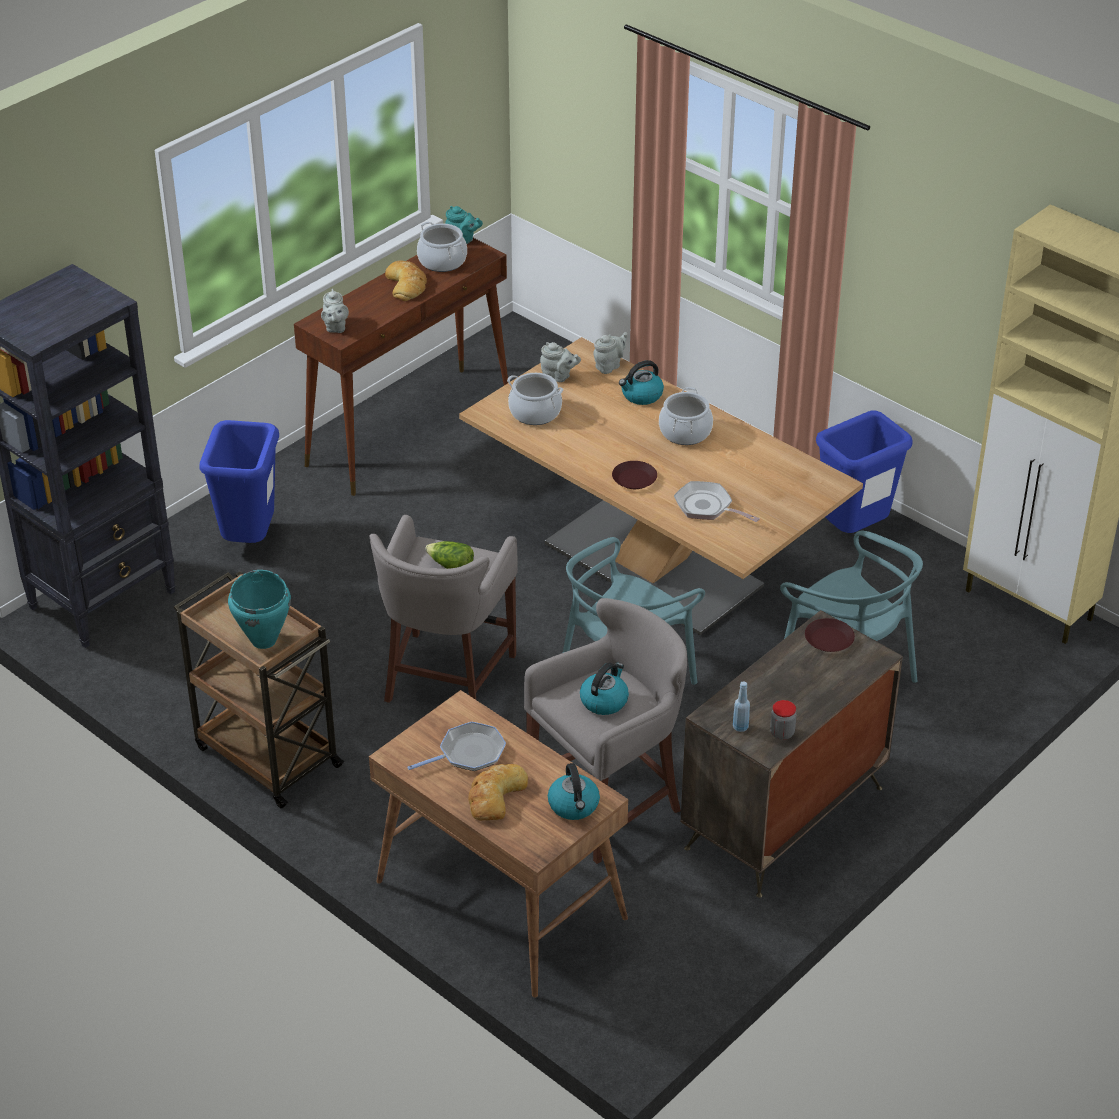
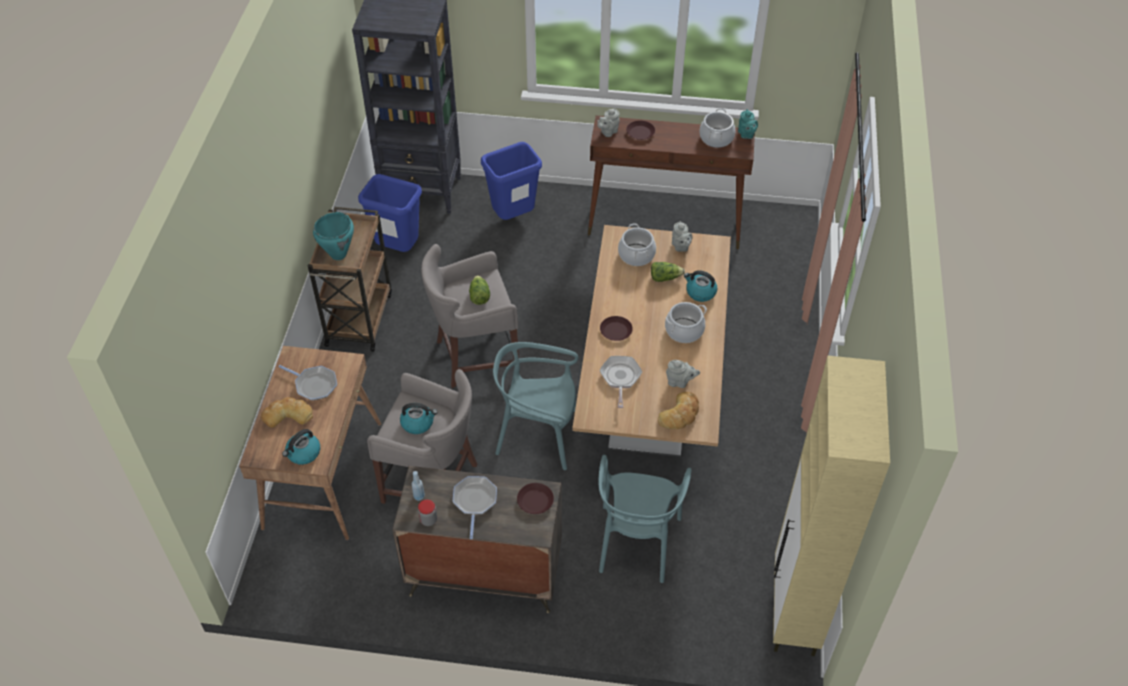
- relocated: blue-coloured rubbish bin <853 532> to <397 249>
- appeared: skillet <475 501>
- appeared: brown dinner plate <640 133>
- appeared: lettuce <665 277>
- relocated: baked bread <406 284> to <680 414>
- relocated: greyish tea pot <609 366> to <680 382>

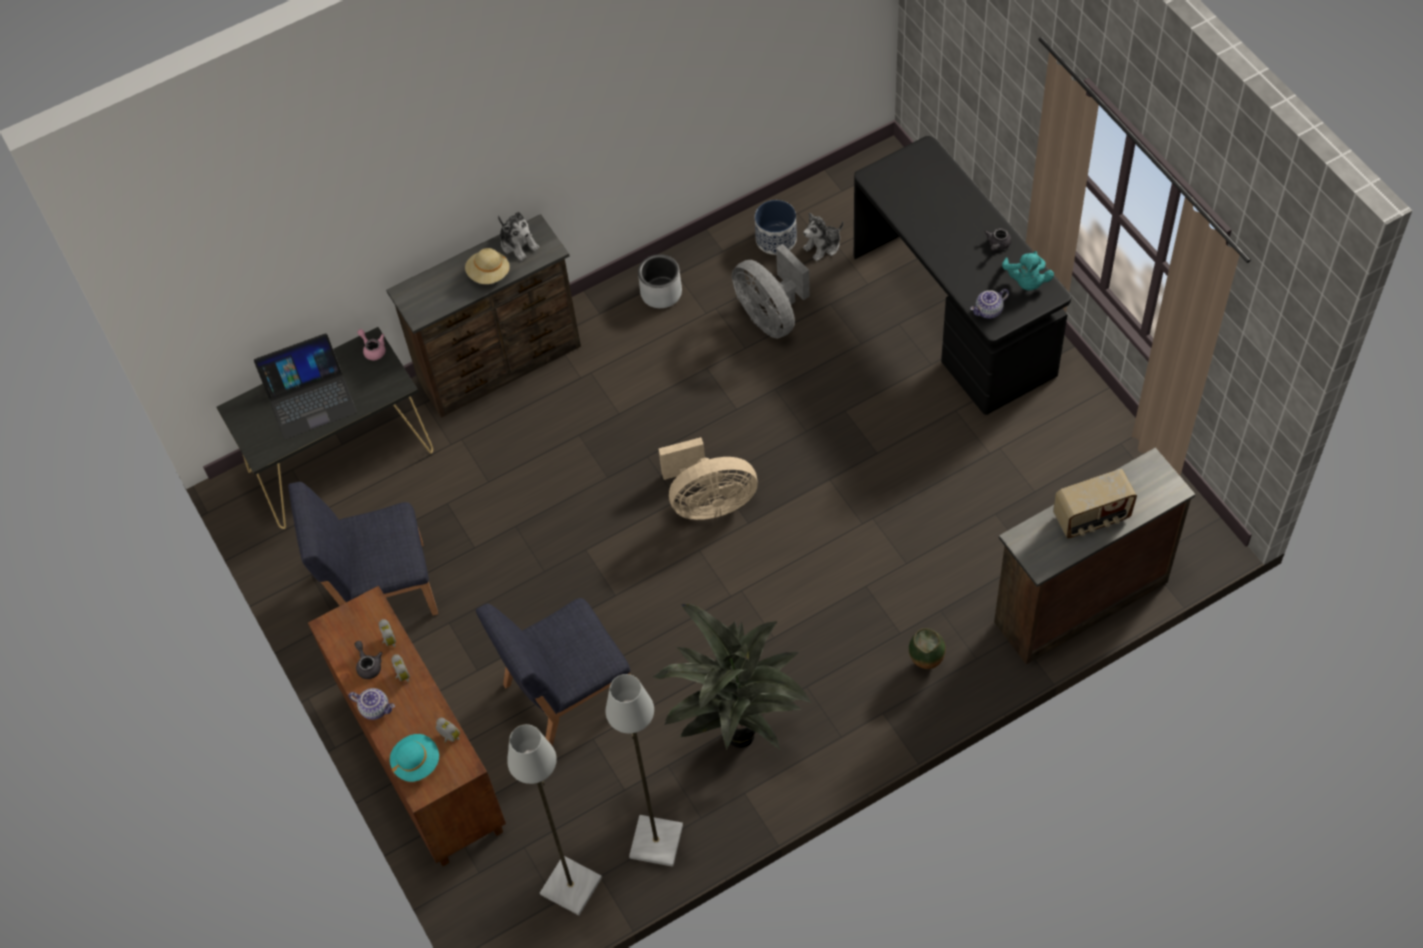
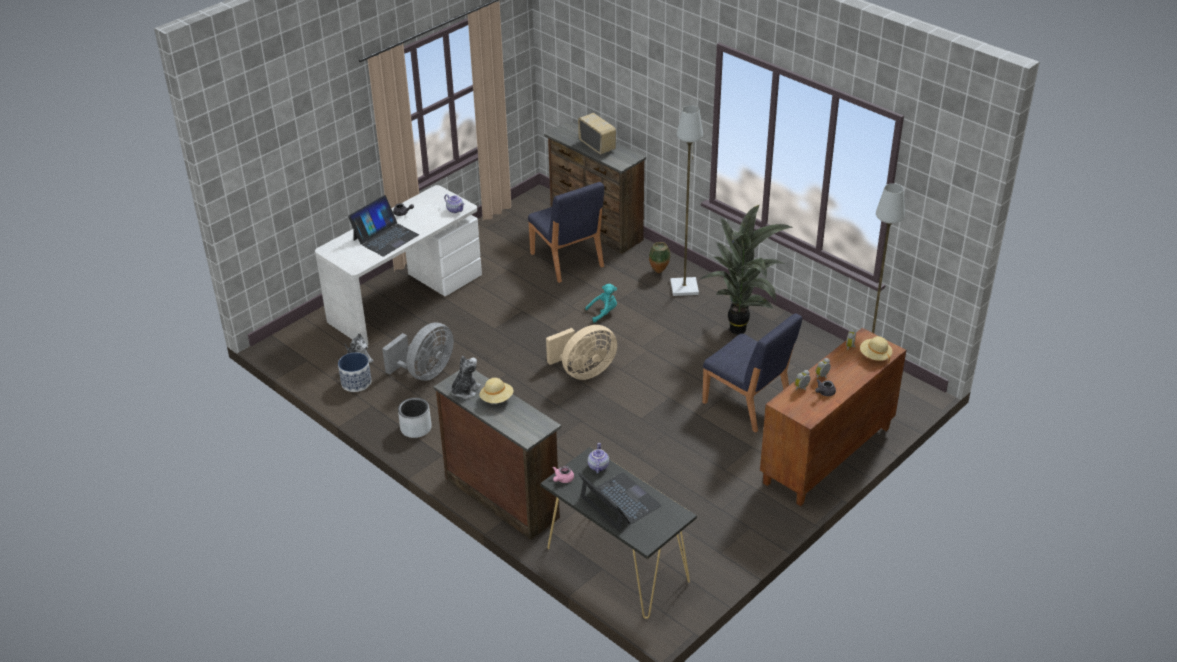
- colour: blackish desk table <954 313> to white desk table <405 297>
- appeared: laptop <385 237>
- relocated: blue-coloured chair <380 589> to <567 260>
- spun: beige cooling fan <709 502> = <583 372> 90 degrees clockwise
- relocated: turquoise-coloured cuddly toy <1026 281> to <603 312>
- relocated: tea pot <375 708> to <597 466>
- relocated: greyish standing lamp <657 842> to <684 287>
- colour: turquoise-coloured hat <416 762> to beige hat <875 356>

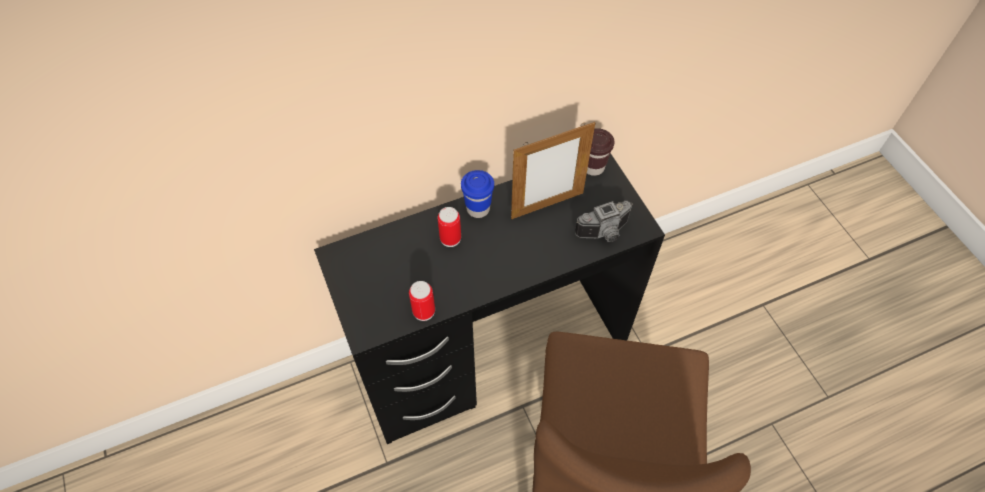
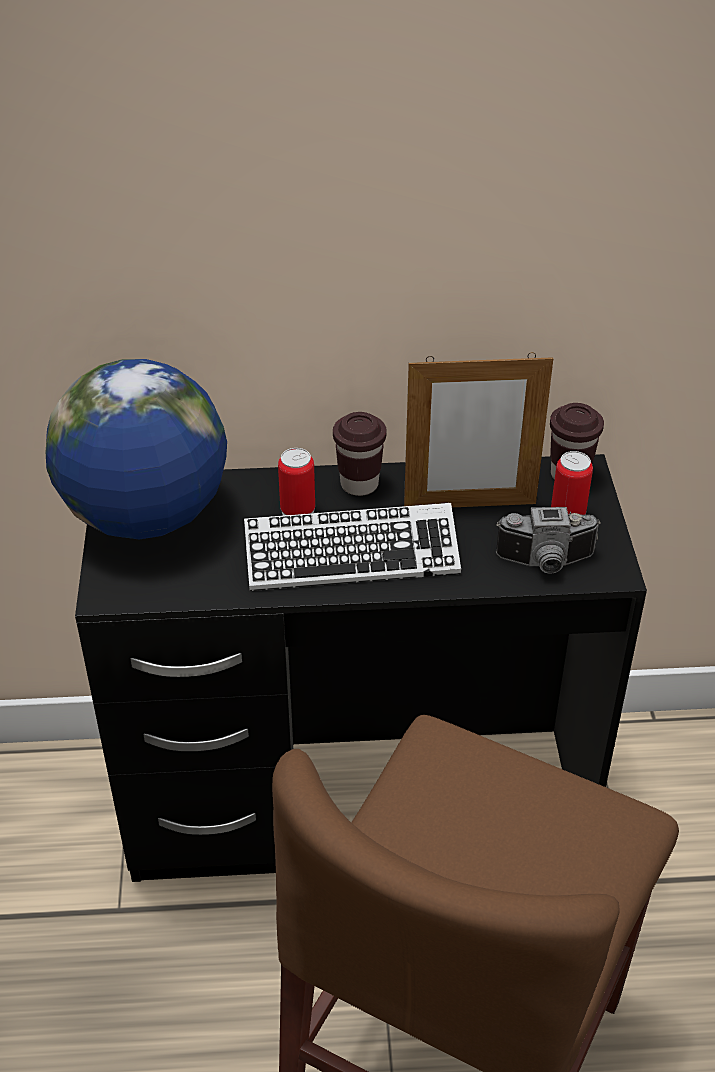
- appeared: world globe <146 516>
- appeared: keyboard <351 556>
- colour: blue-coloured drinking cup <478 209> to brown drinking cup <359 484>
- relocated: can <424 311> to <567 513>

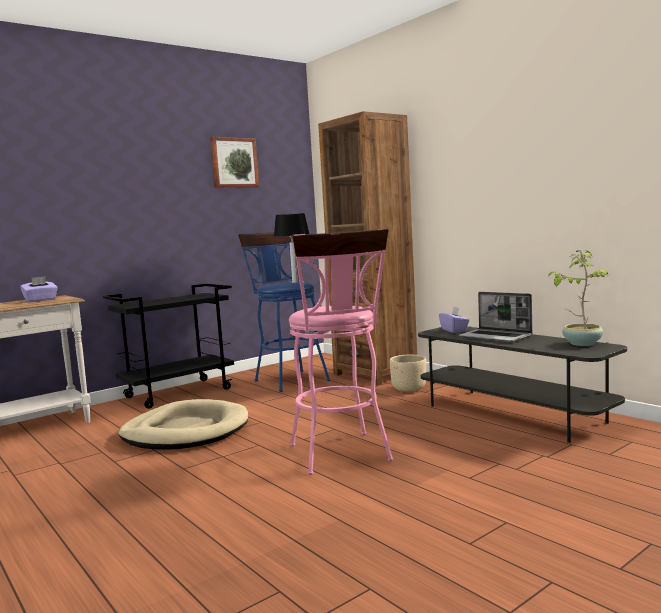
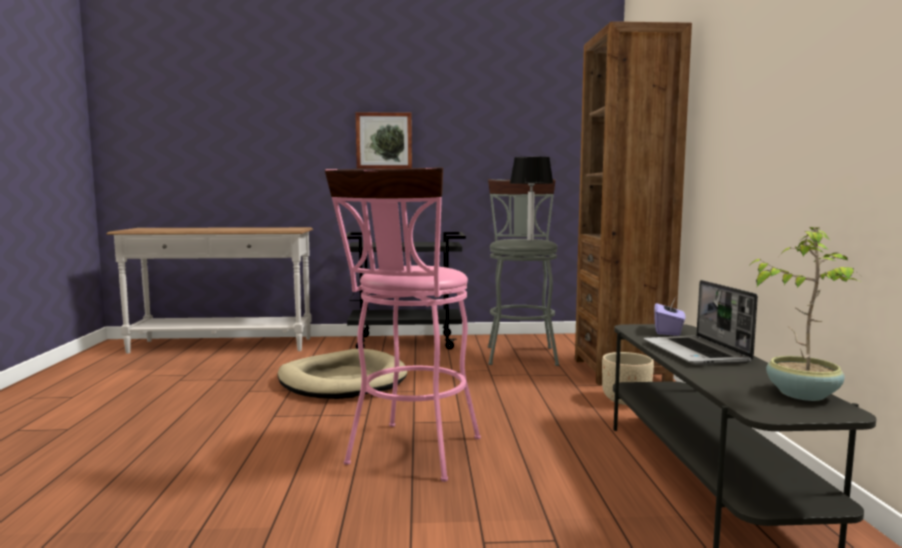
- relocated: picture <234 163> to <384 141>
- colour: blue-coloured stool seat <288 379> to greyish stool seat <520 353>
- missing: purplish box of tissues <40 300>

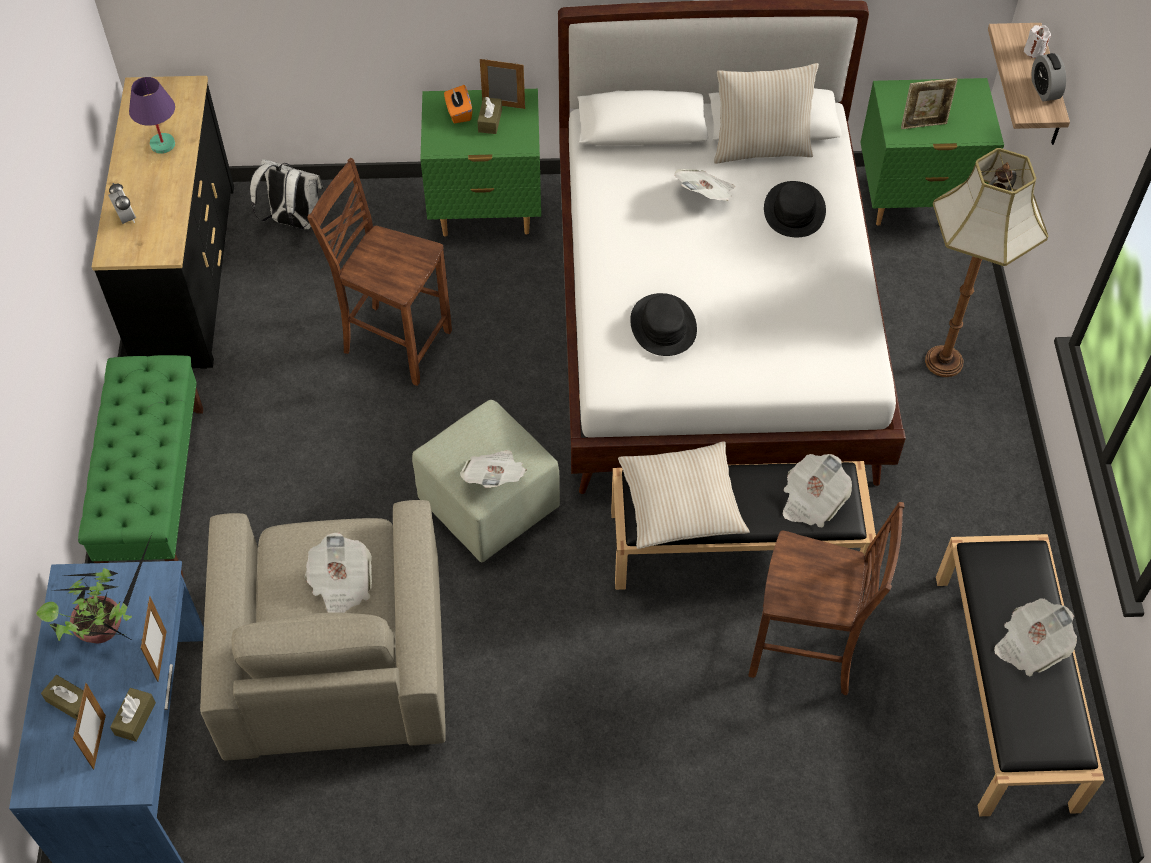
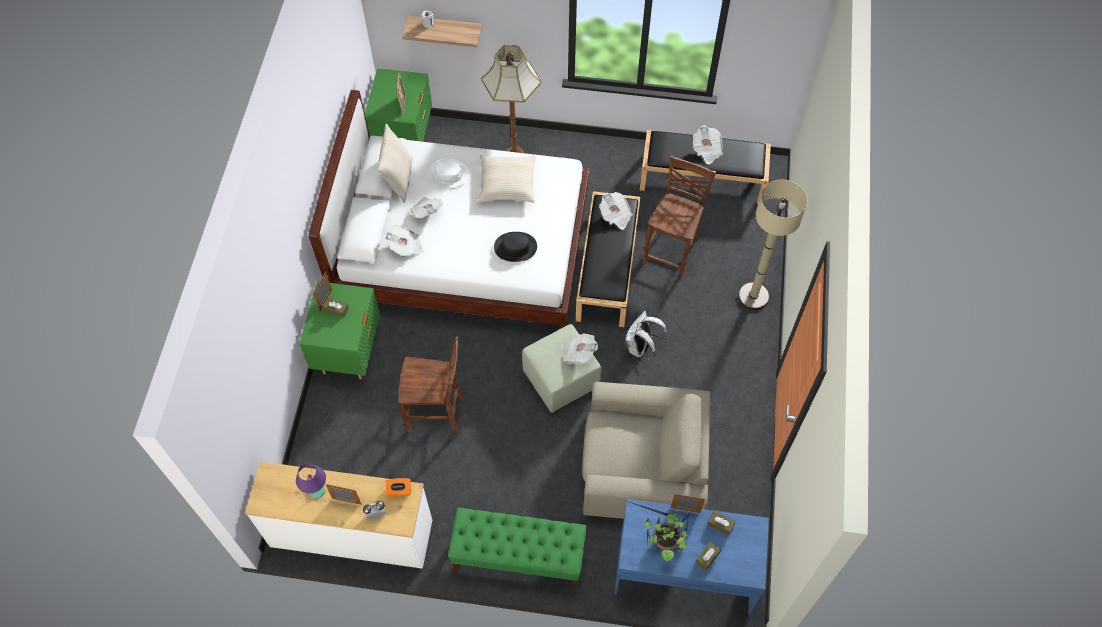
- colour: blackish drawer chest <184 275> to white drawer chest <351 534>
- relocated: standing frame <99 742> to <347 501>
- relocated: printed paper <341 584> to <406 247>
- relocated: orangey box of tissues <458 112> to <399 491>
- spun: brown chair <395 342> = <437 414> 120 degrees counterclockwise
- colour: blackish hat <794 210> to white hat <449 173>
- relocated: beige pillow <681 503> to <507 184>
- relocated: white knapsack <293 221> to <641 348>
- appeared: beige standing lamp <753 297>
- missing: table clock <1044 90>

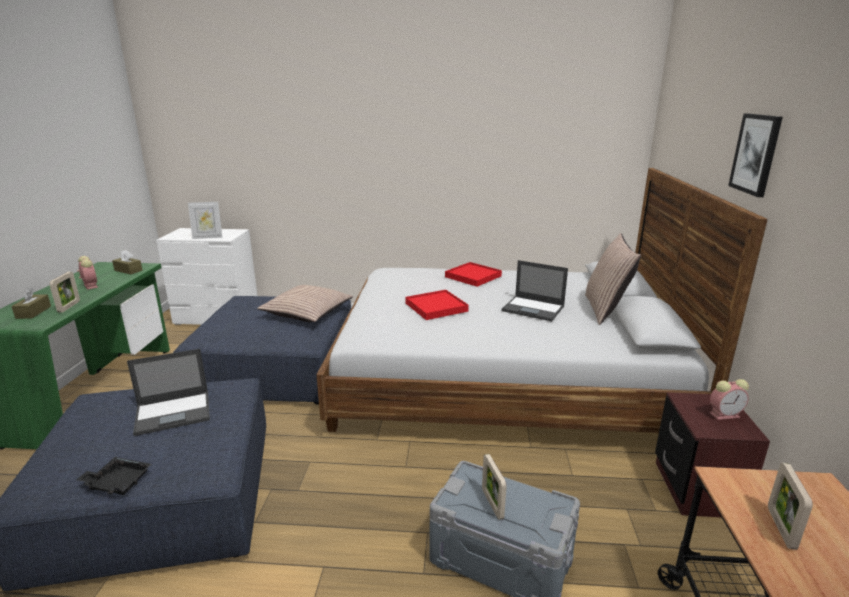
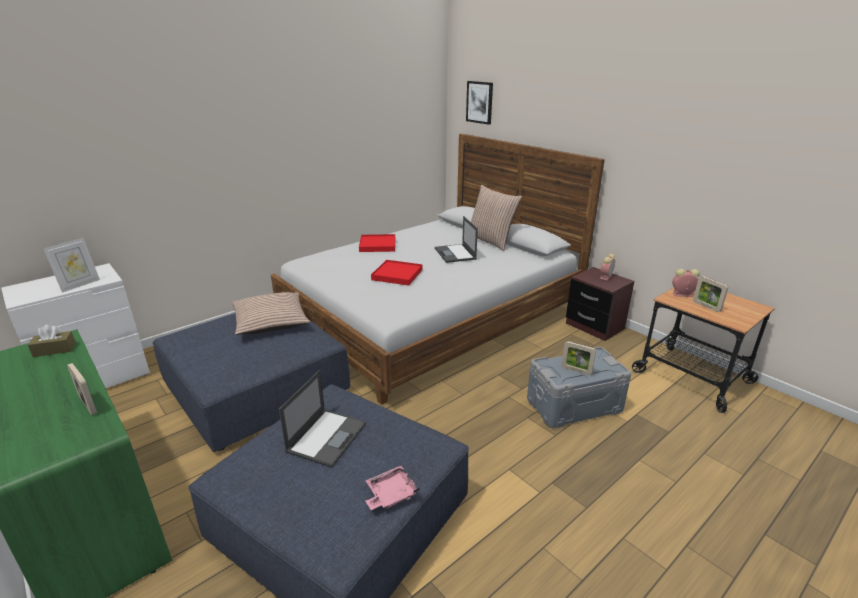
- colour: blackish tray <117 482> to pink tray <390 494>
- spun: laptop <533 309> = <455 254> 90 degrees clockwise
- relocated: picture <756 154> to <479 102>
- relocated: table clock <90 285> to <681 294>
- missing: brown box of tissues <33 312>

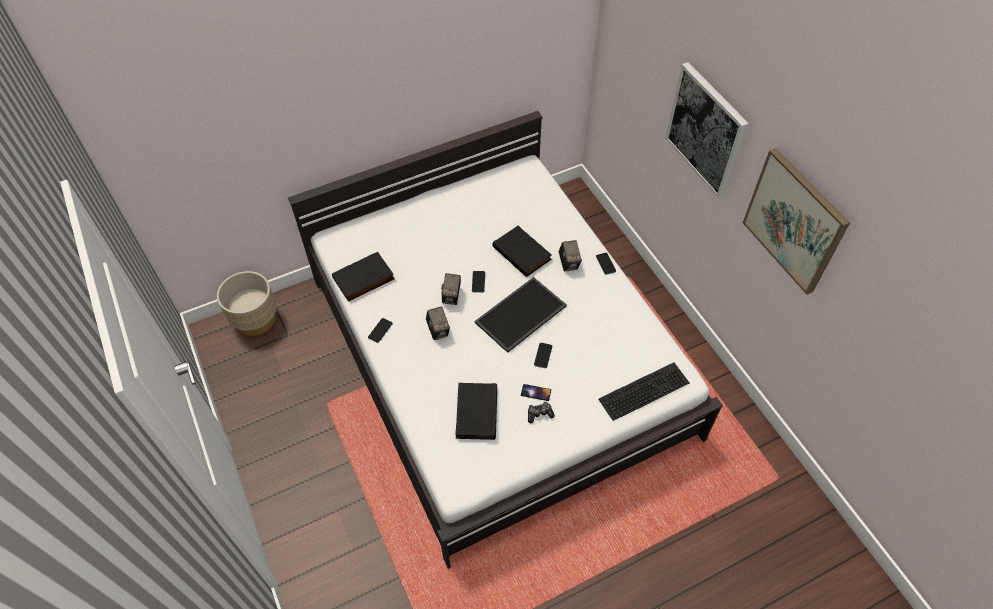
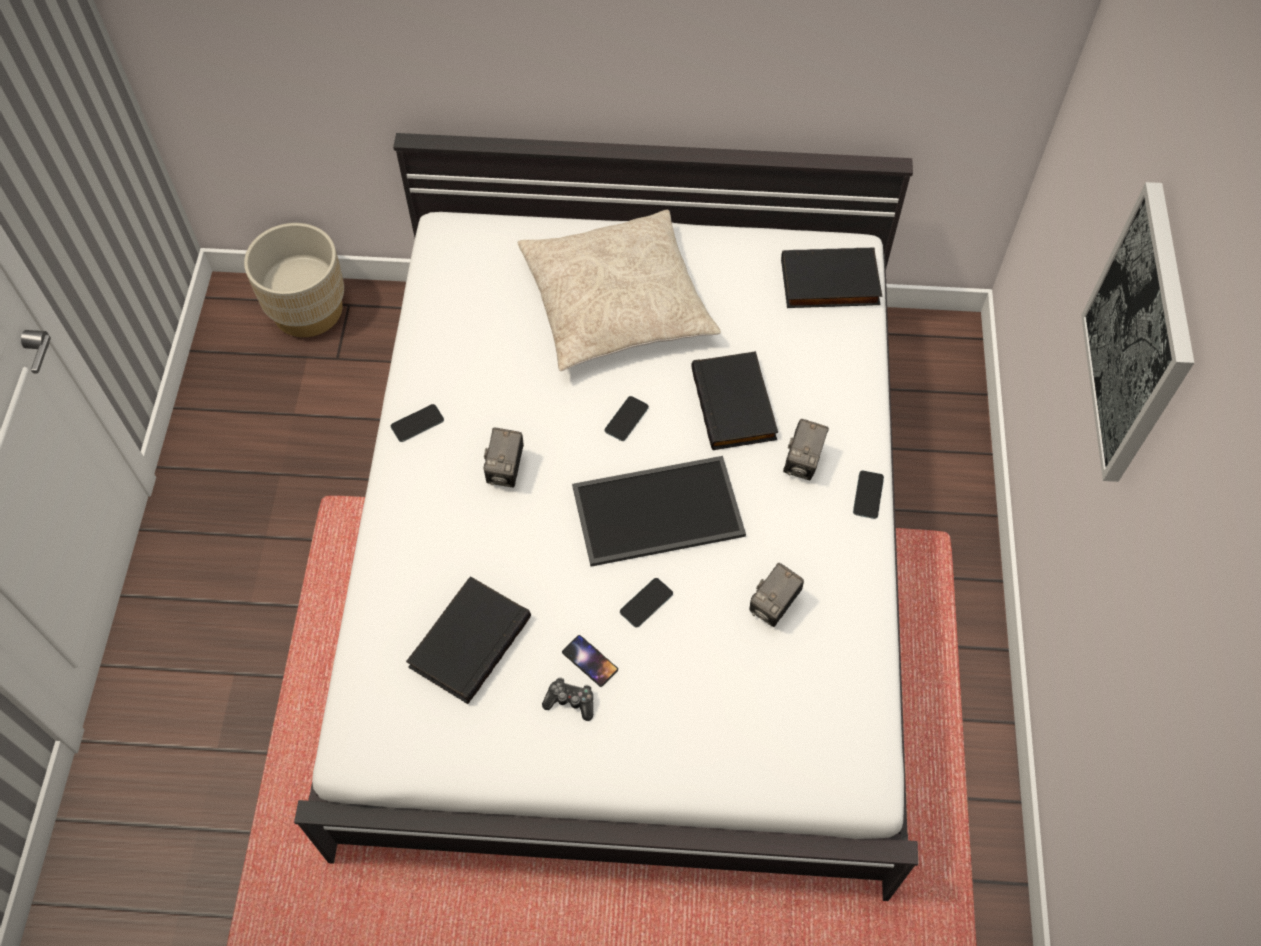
- appeared: beige pillow <616 303>
- relocated: still camera <451 296> to <774 606>
- relocated: blackish bound book <364 279> to <829 284>
- missing: keyboard <644 389>
- missing: picture <794 221>

